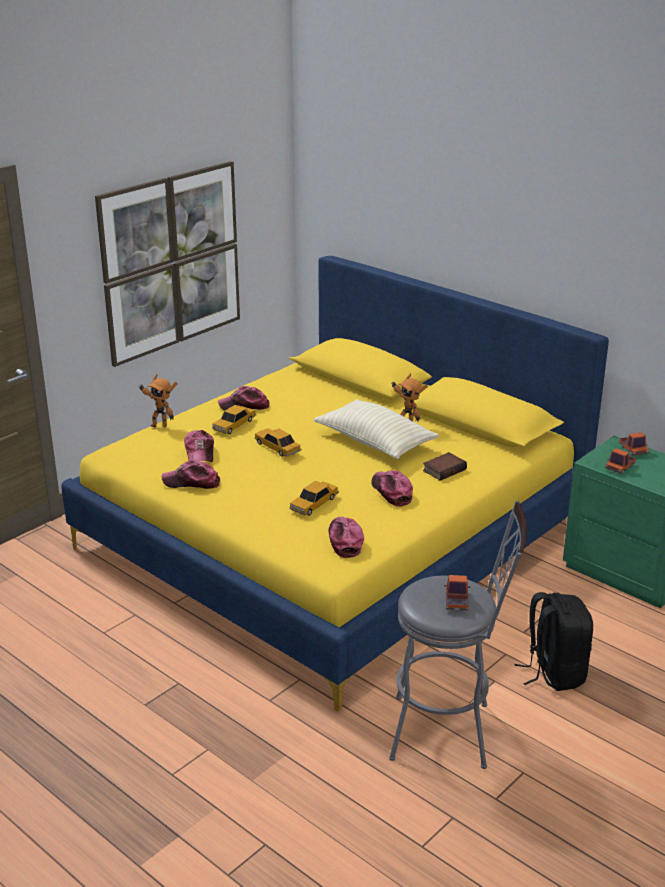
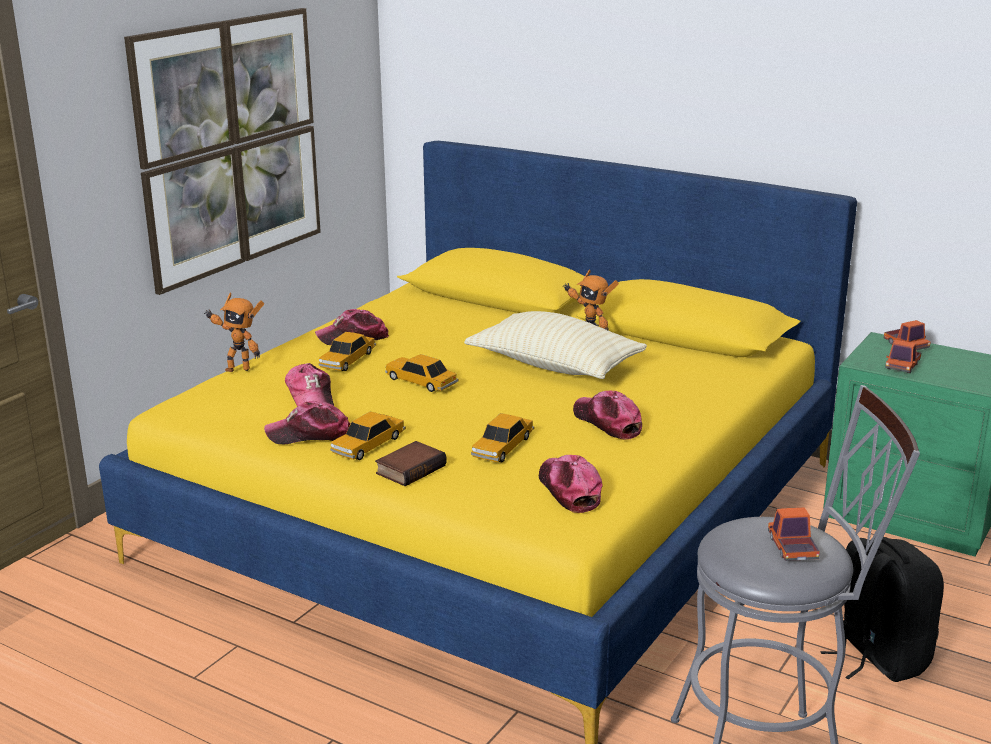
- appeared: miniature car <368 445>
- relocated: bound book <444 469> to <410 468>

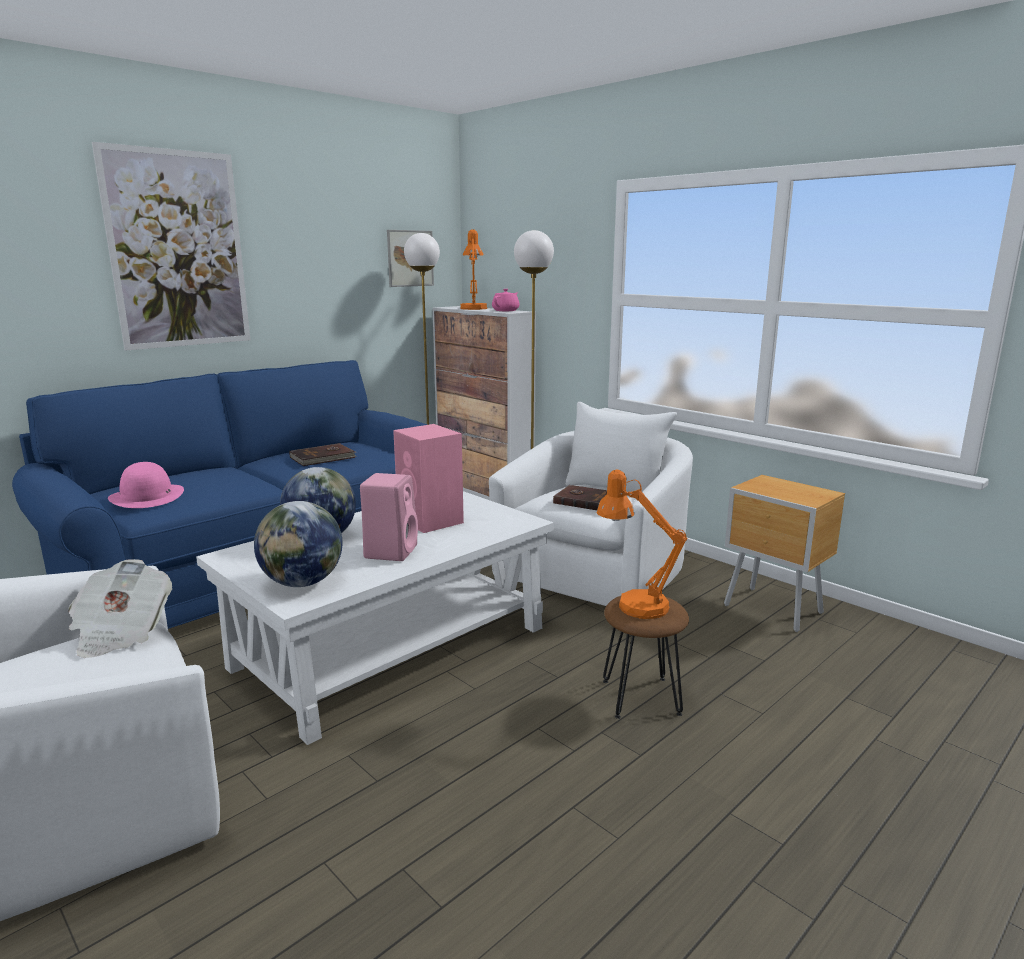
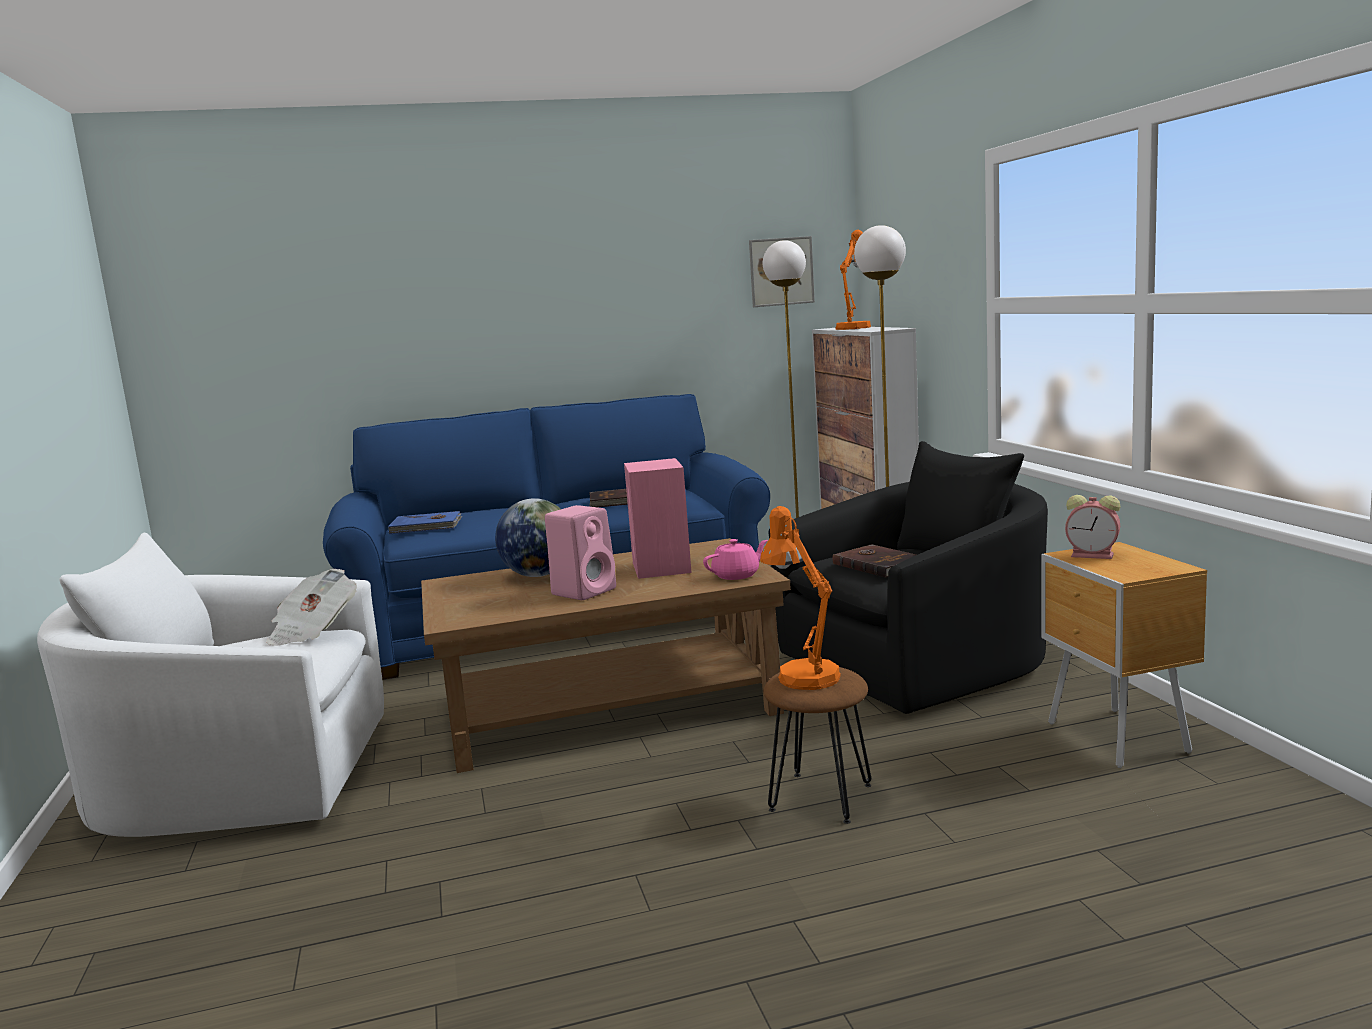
- exchanged: pink hat <147 496> to blue-coloured bound book <426 526>
- colour: white lounge table <392 646> to brown lounge table <610 706>
- relocated: pink tea pot <506 311> to <737 575>
- colour: white easy chair <597 571> to blackish easy chair <920 664>
- appeared: table clock <1094 555>
- missing: picture <178 250>
- missing: world globe <302 583>

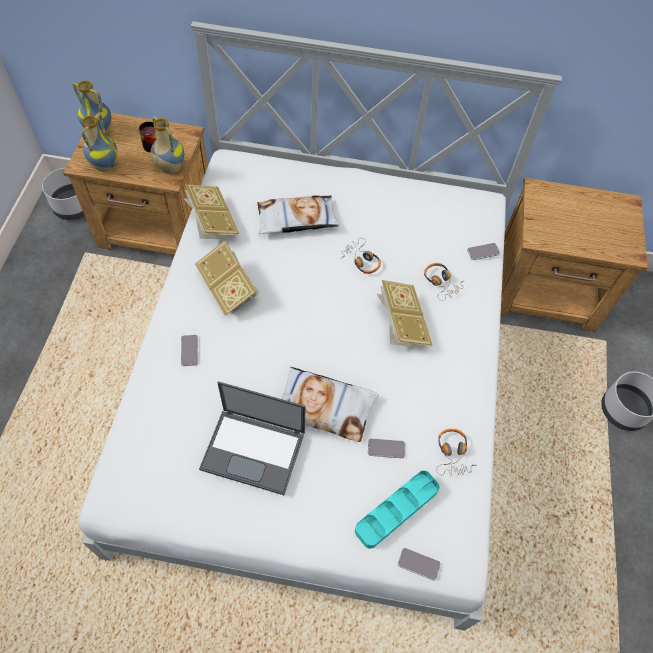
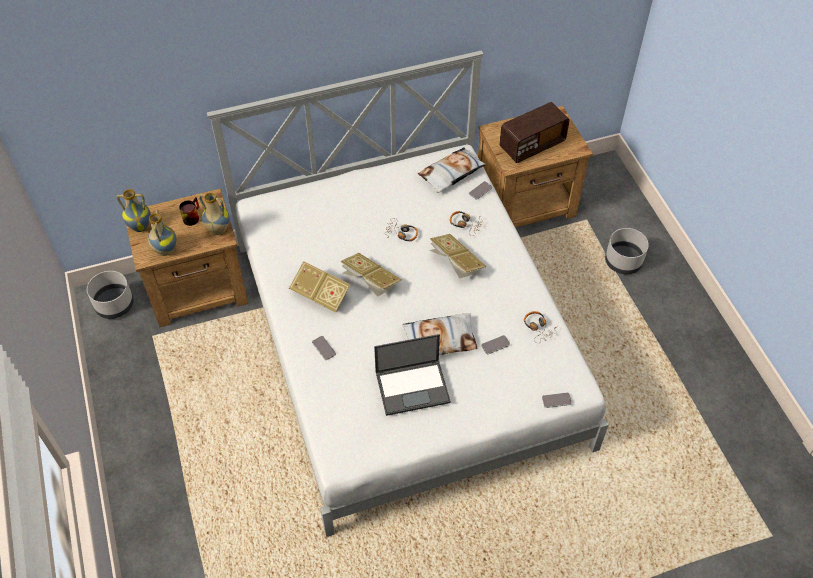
- relocated: bound book <211 222> to <370 282>
- relocated: pillow <296 219> to <451 174>
- appeared: radio set <532 145>
- missing: turquoise-coloured tray <396 510>

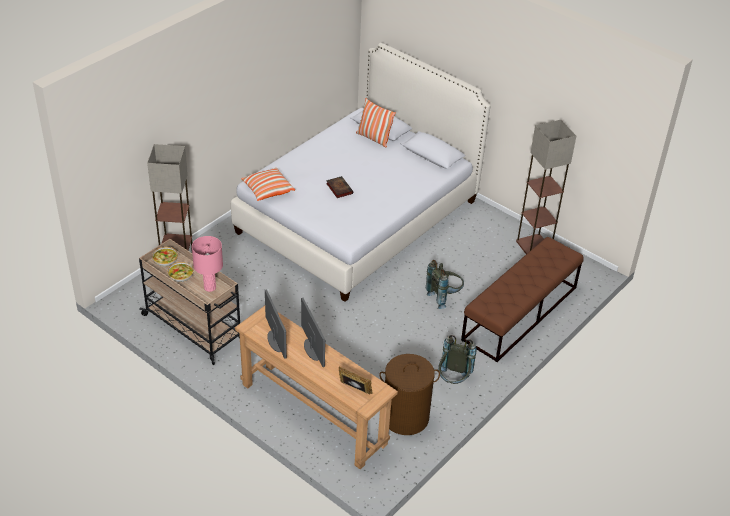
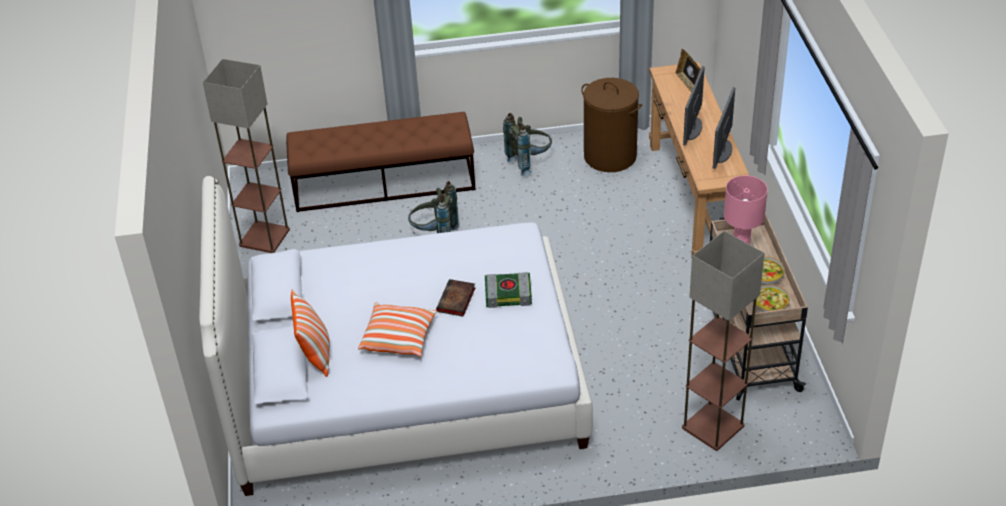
- relocated: pillow <267 190> to <399 338>
- appeared: bound book <509 293>

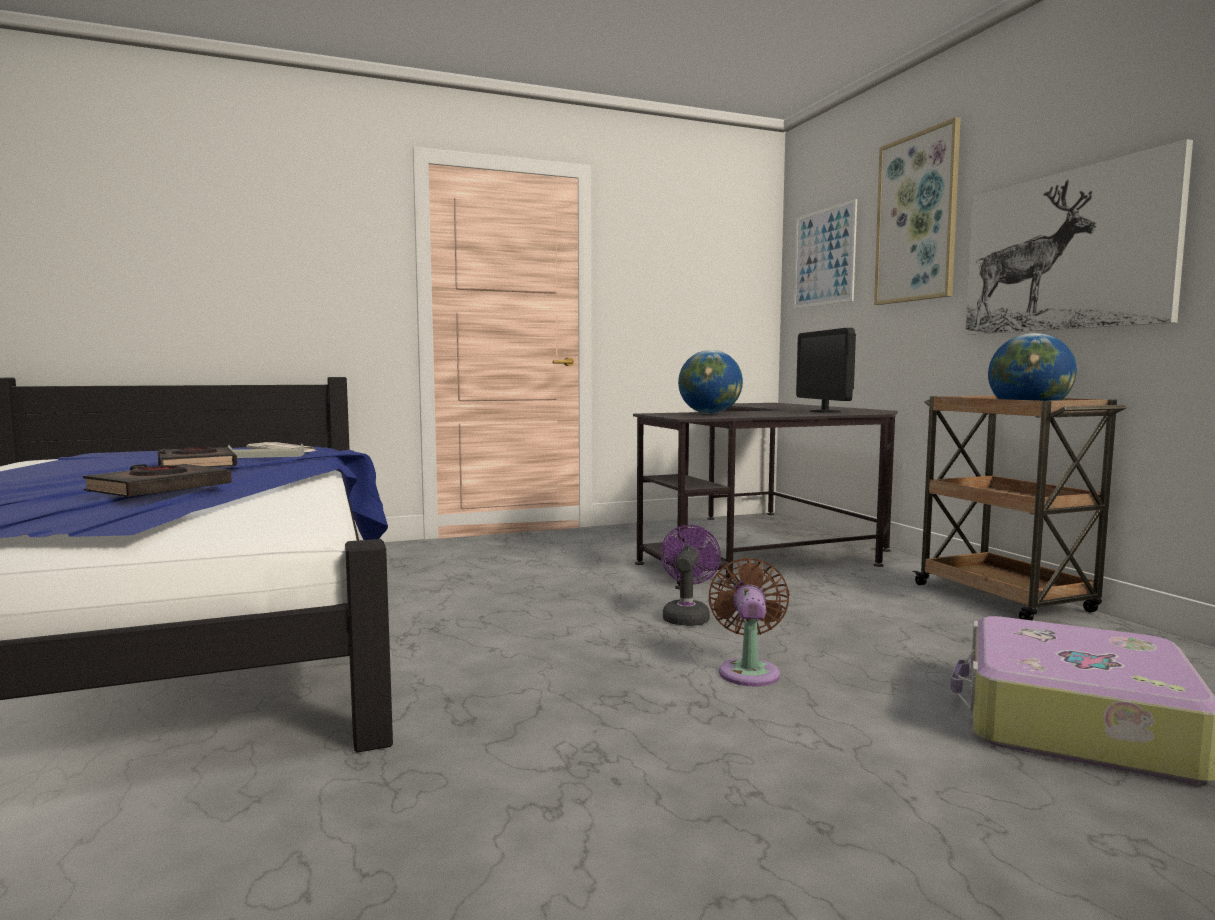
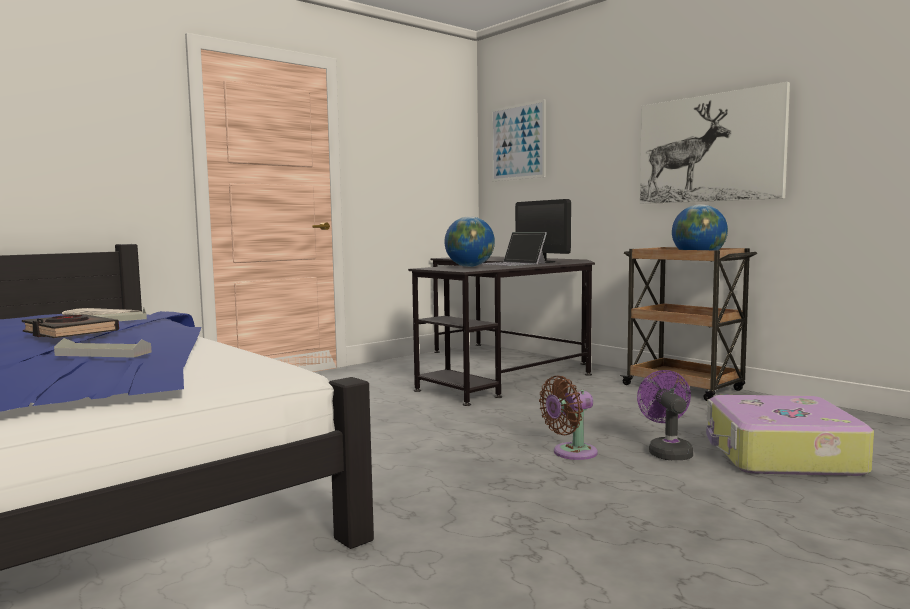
- exchanged: blackish bound book <159 489> to greyish tray <103 354>
- appeared: laptop <512 264>
- spun: brown cooling fan <748 671> = <571 453> 105 degrees counterclockwise
- relocated: purplish cooling fan <687 616> to <667 452>
- missing: picture <917 218>

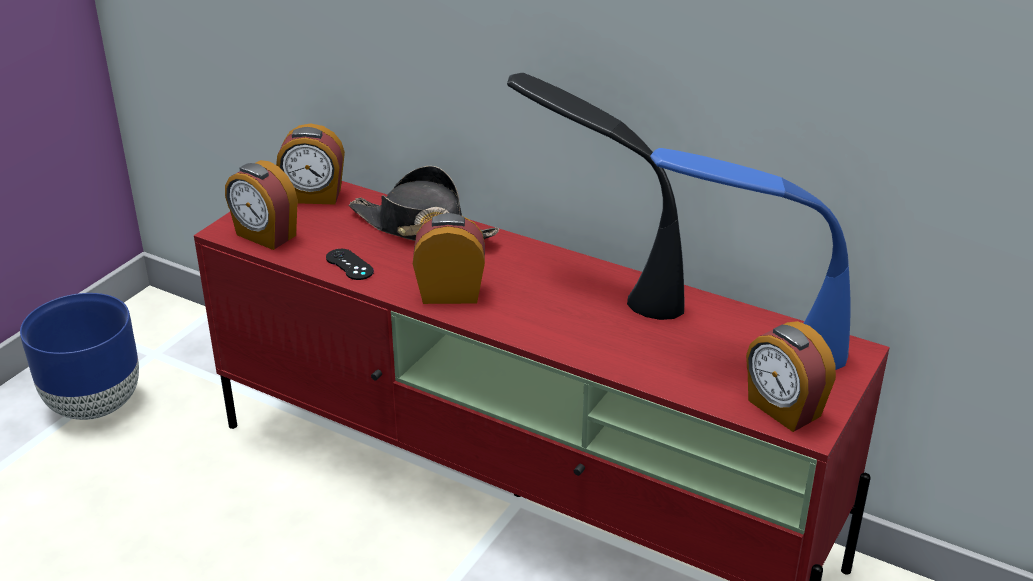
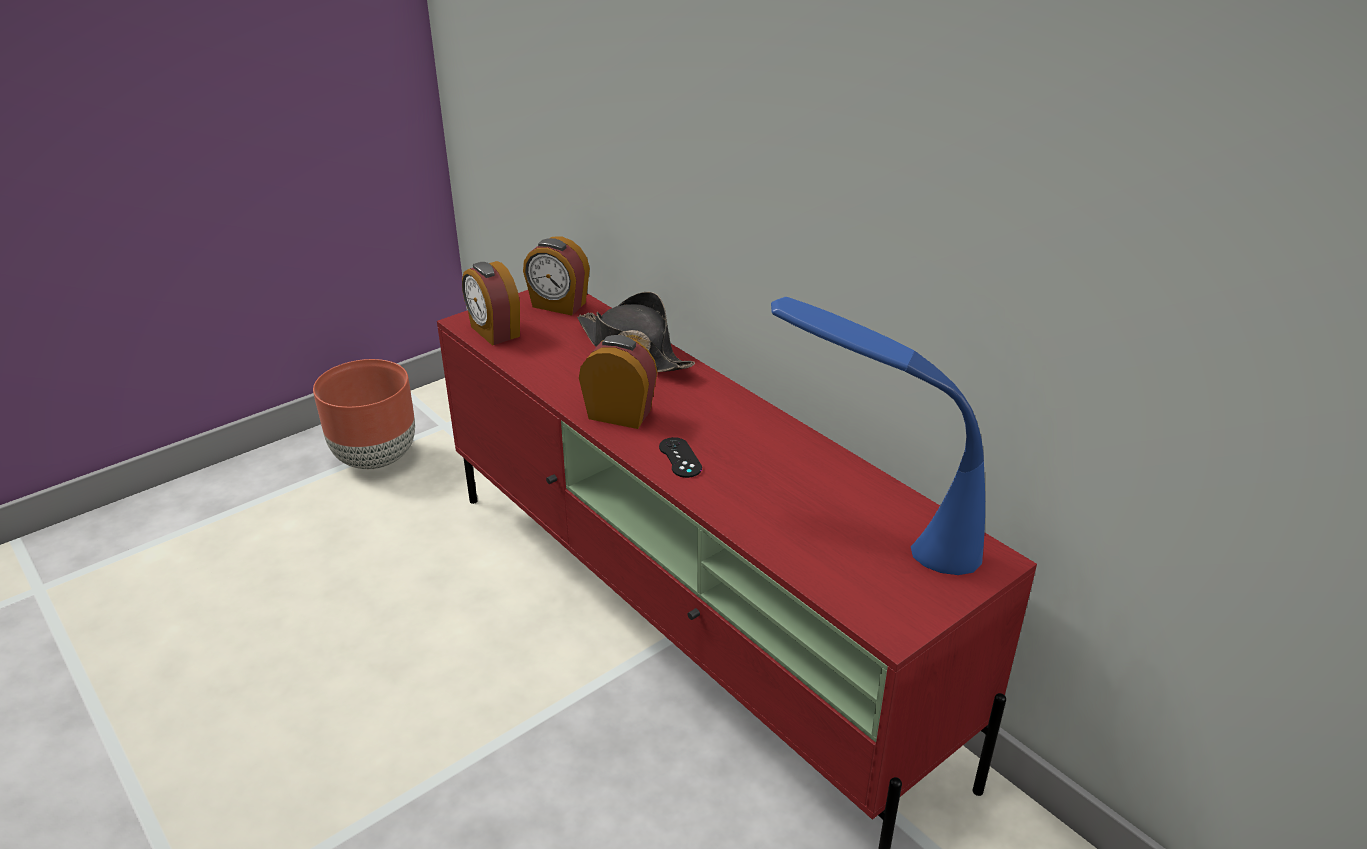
- colour: blue-coloured planter <95 404> to brown planter <376 457>
- relocated: blackish joypad <349 265> to <680 458>
- missing: blackish table lamp <593 287>
- missing: table clock <783 409>

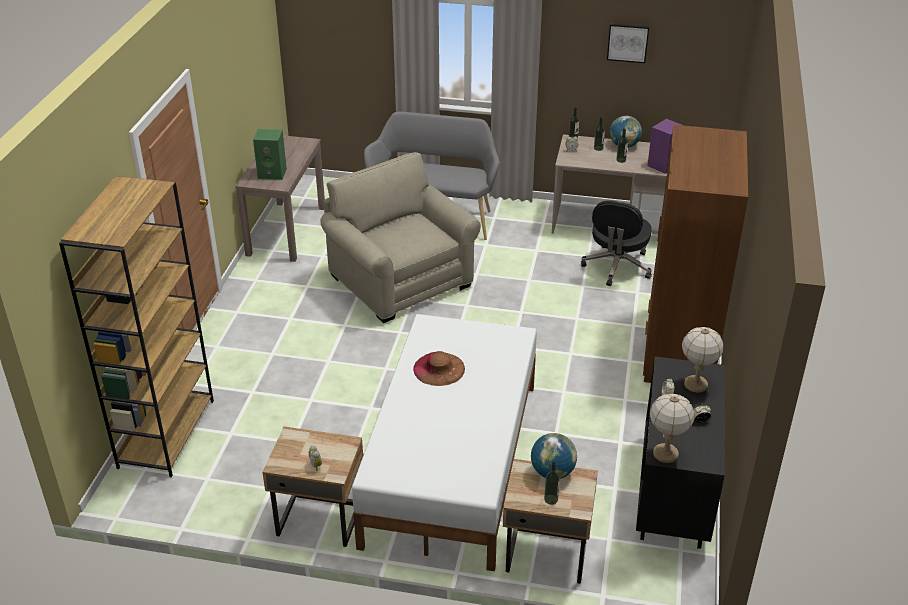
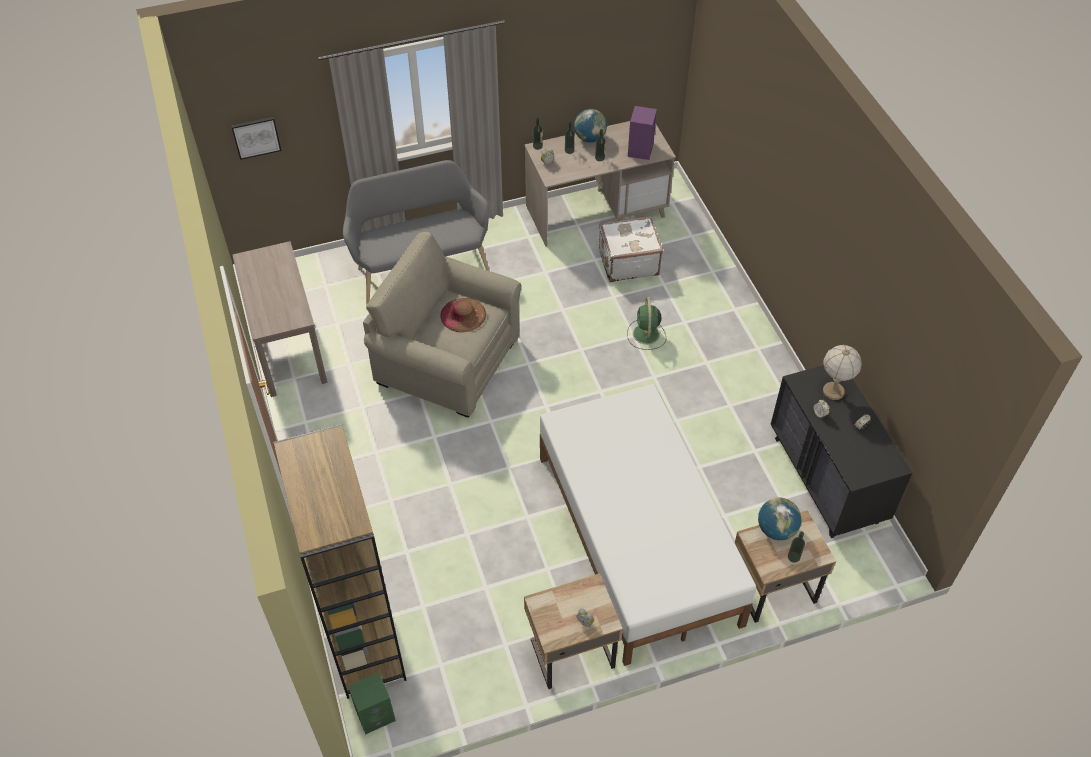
- relocated: picture <627 42> to <256 137>
- relocated: greenish loudspeaker <273 173> to <376 714>
- relocated: brown hat <439 369> to <463 315>
- exchanged: blackish desk chair <617 267> to white suitcase <628 262>
- appeared: greenish cooling fan <646 335>
- missing: brown clothes cupboard <678 348>
- missing: table lamp <665 453>

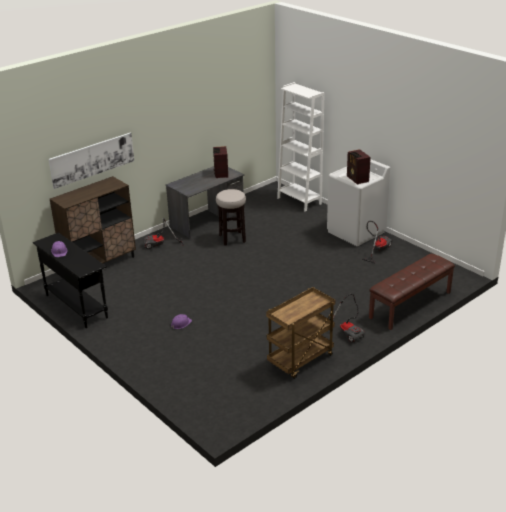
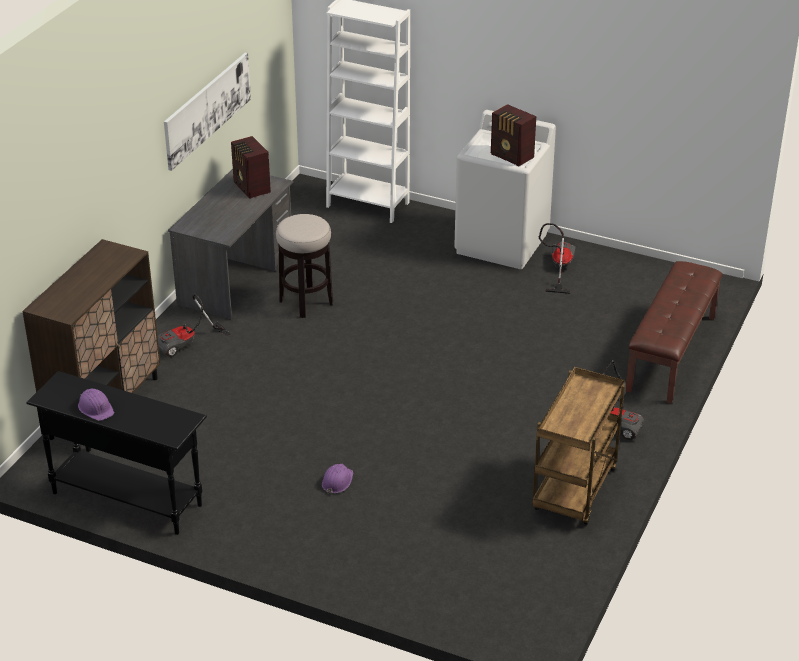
- relocated: picture <92 159> to <207 109>

